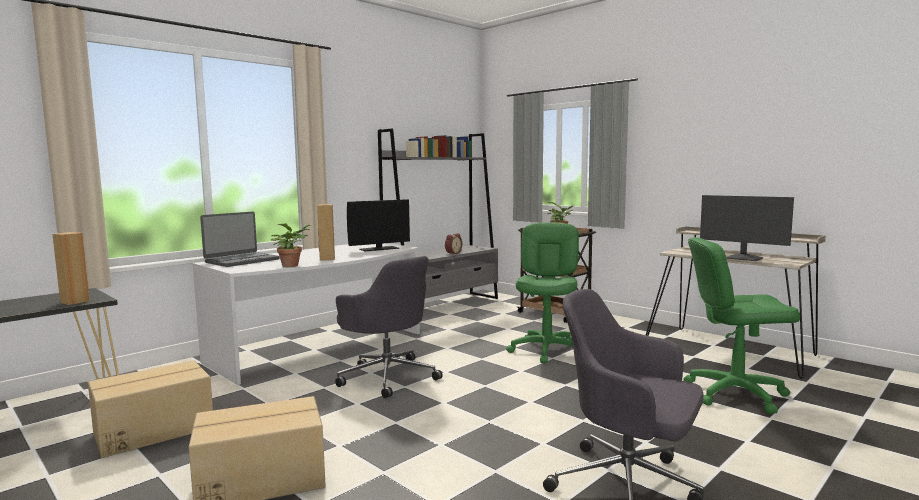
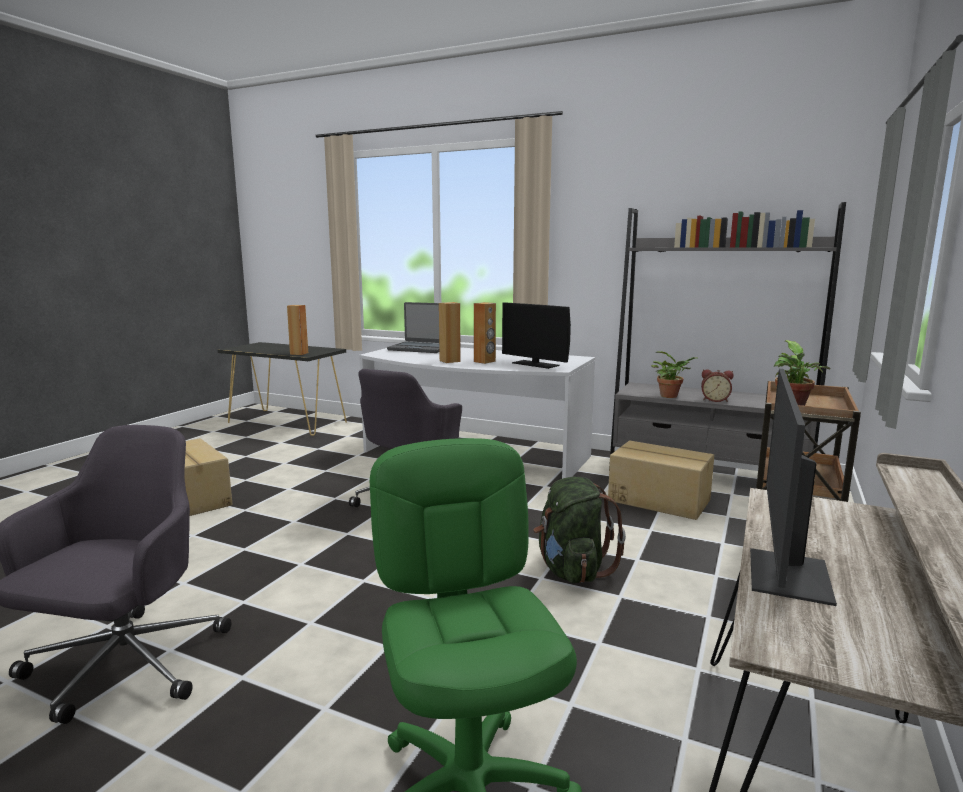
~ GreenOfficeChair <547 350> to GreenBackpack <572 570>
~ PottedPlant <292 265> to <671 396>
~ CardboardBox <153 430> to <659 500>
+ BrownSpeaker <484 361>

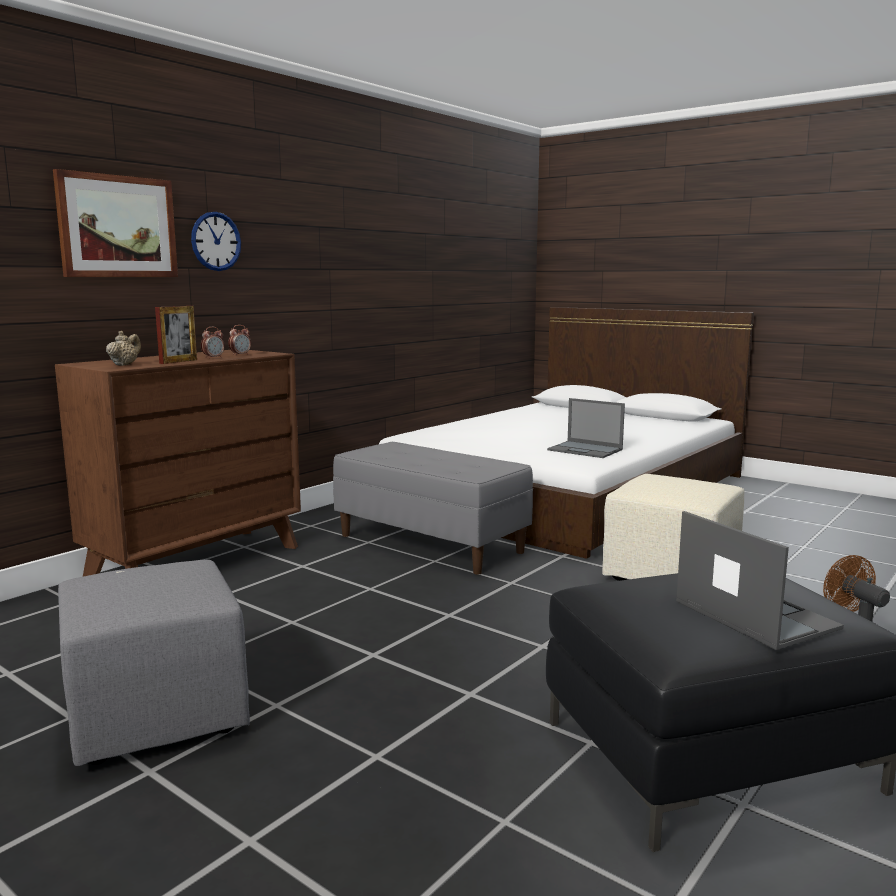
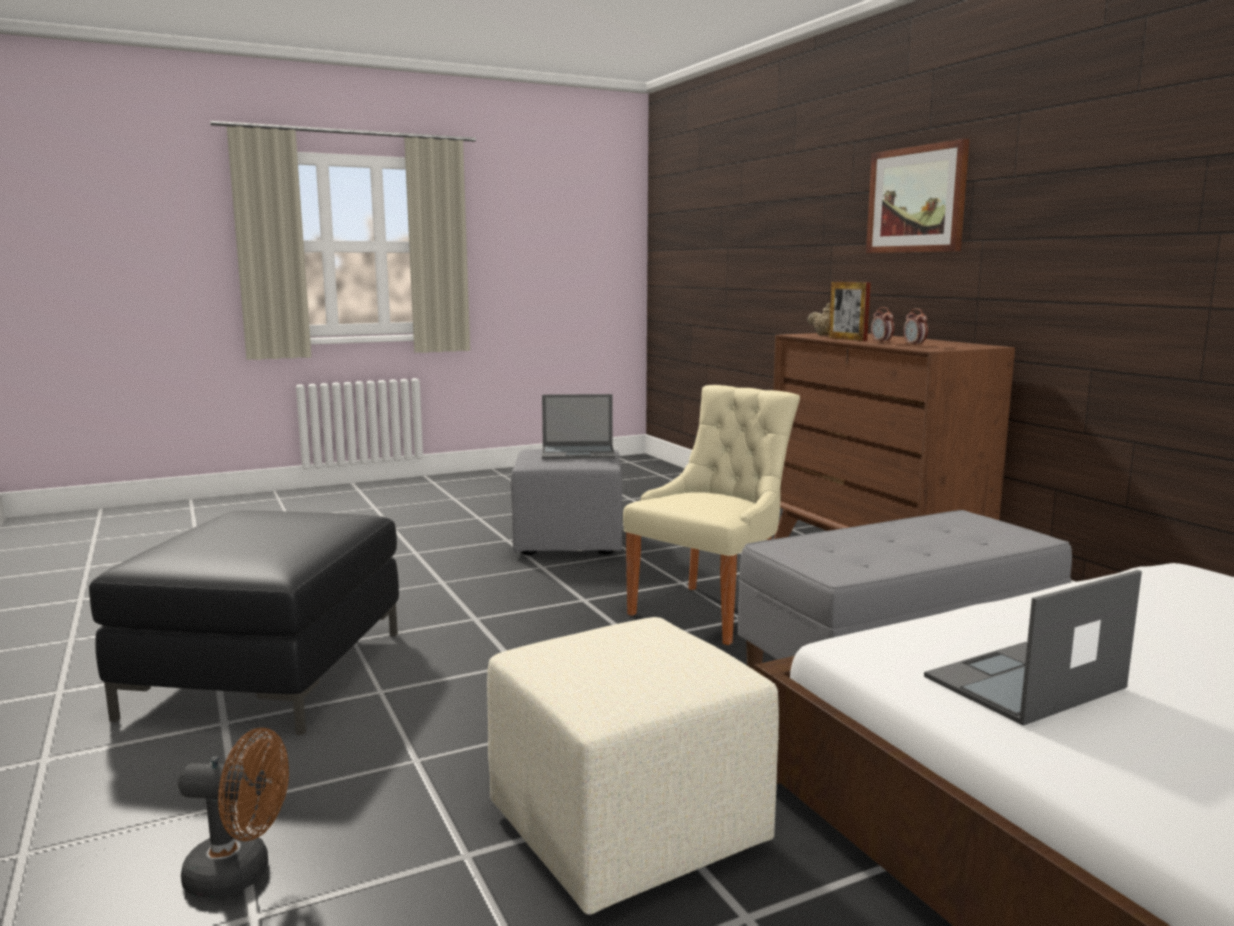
- WallClock <216 241>
~ Laptop <753 614> to <579 453>
+ BeigeChair <710 611>

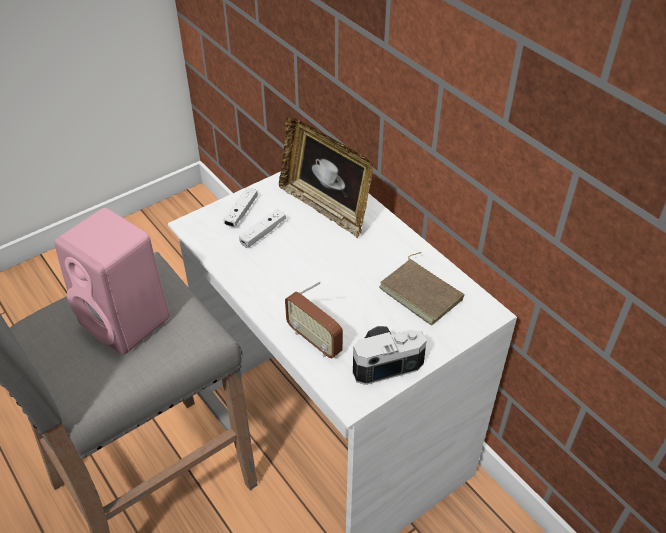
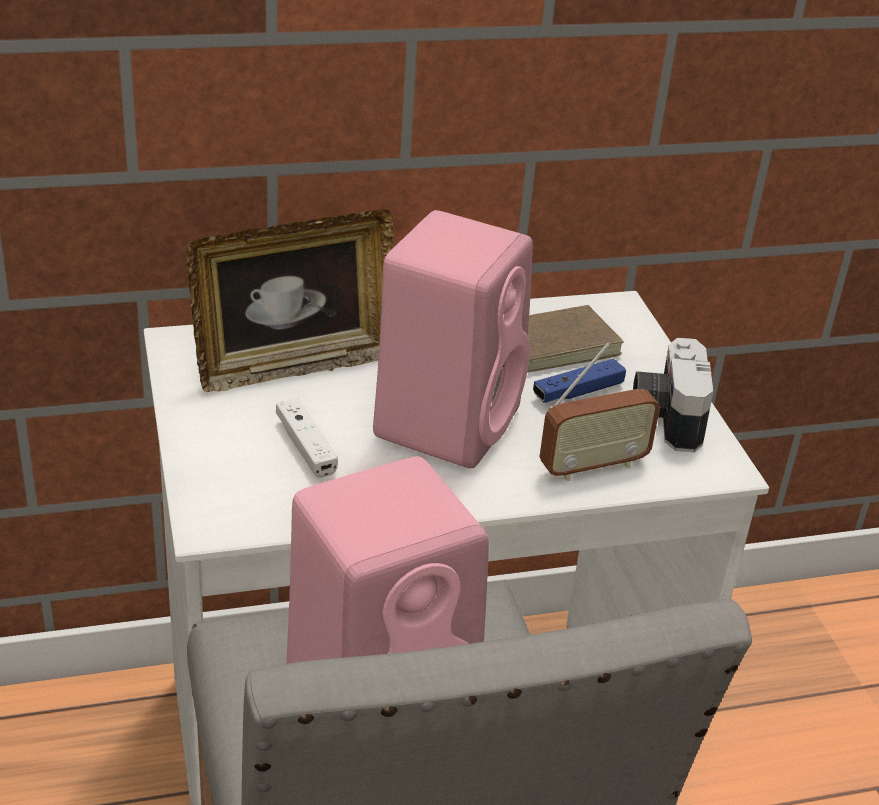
- WhiteGameController <241 212>
+ PinkSpeaker <447 420>
+ BlueGameController <578 392>

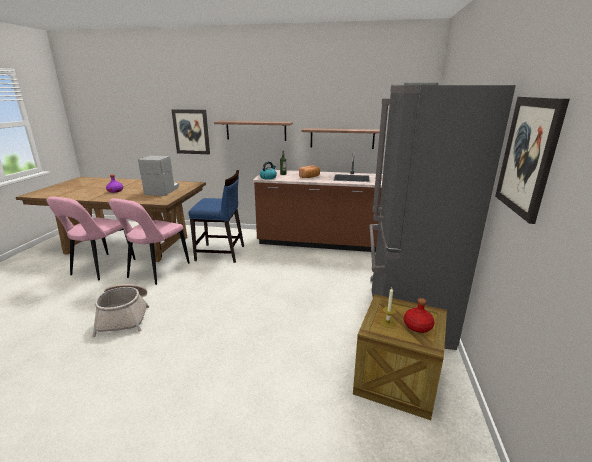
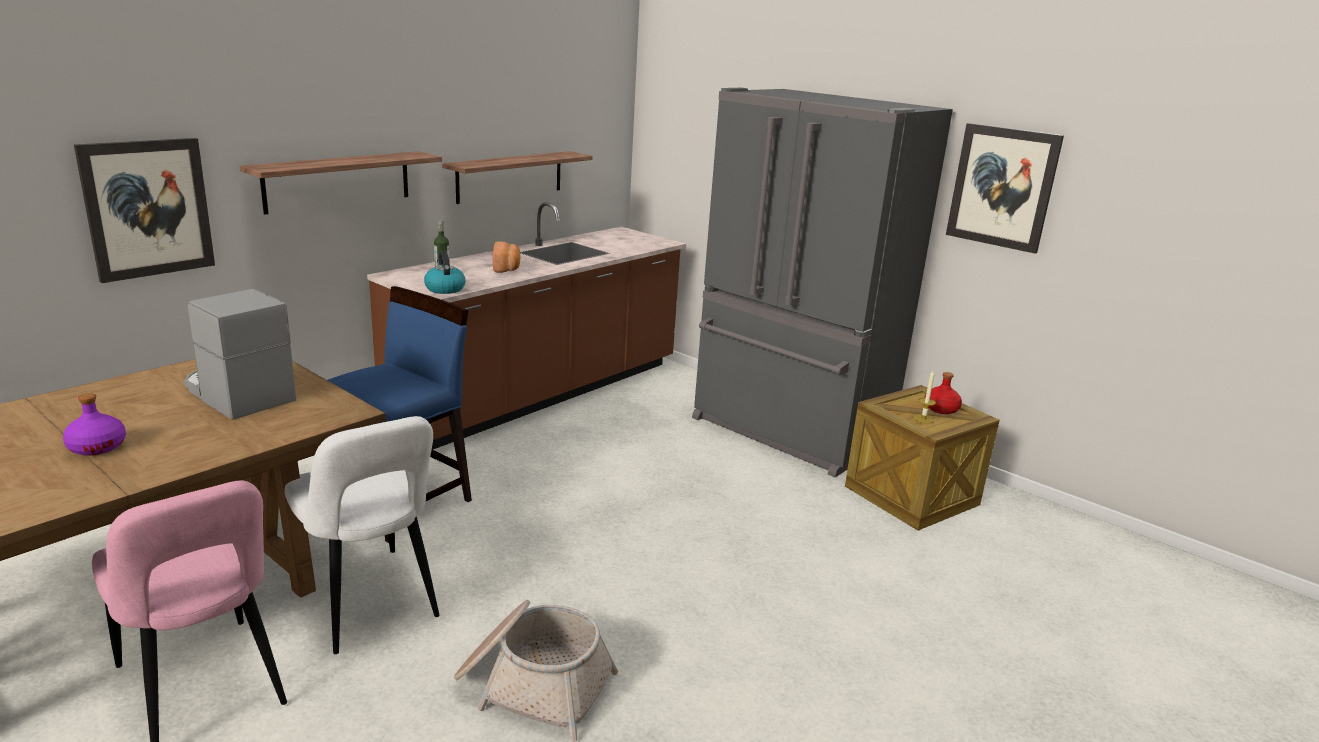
~ PinkChair <156 271> to WhiteChair <368 603>

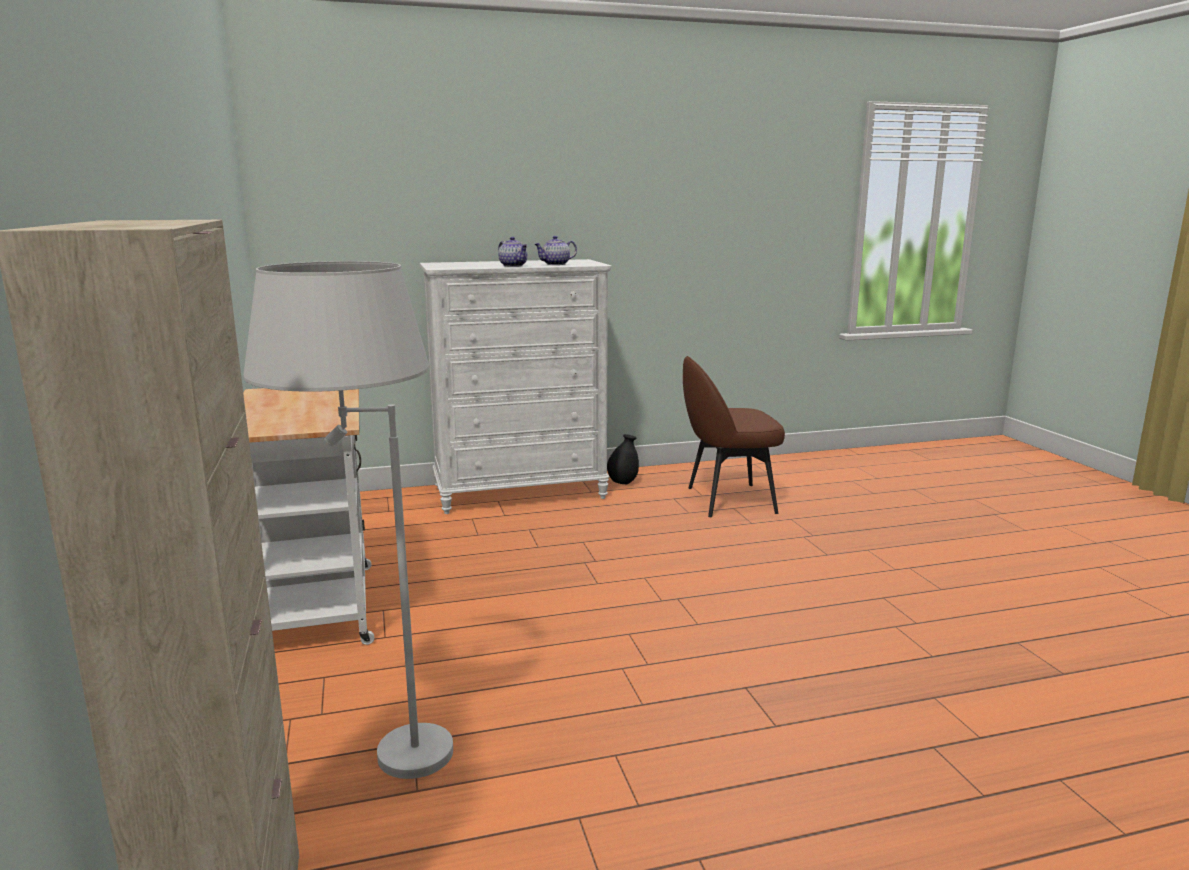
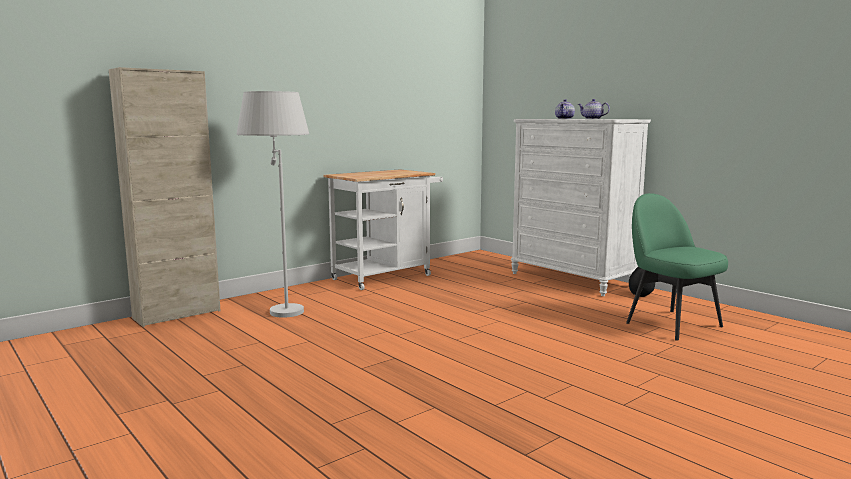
~ BrownChair <728 500> to GreenChair <671 324>

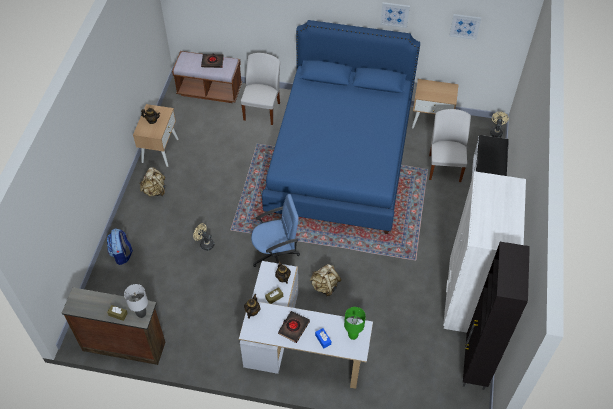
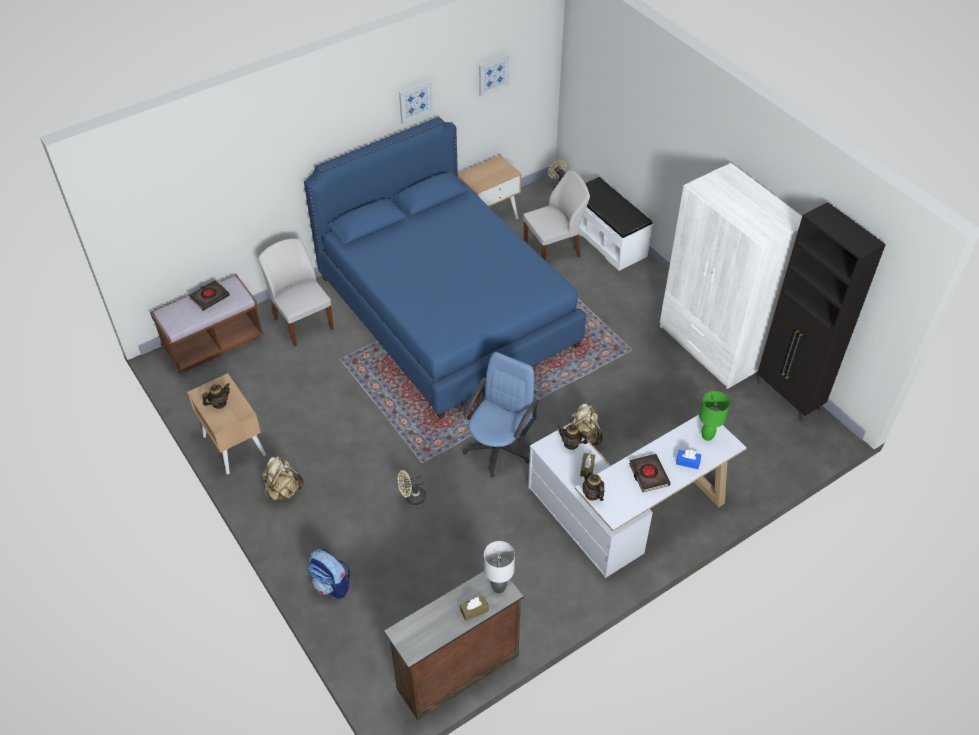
~ WhiteChair <445 167> = <553 250> 105 degrees clockwise

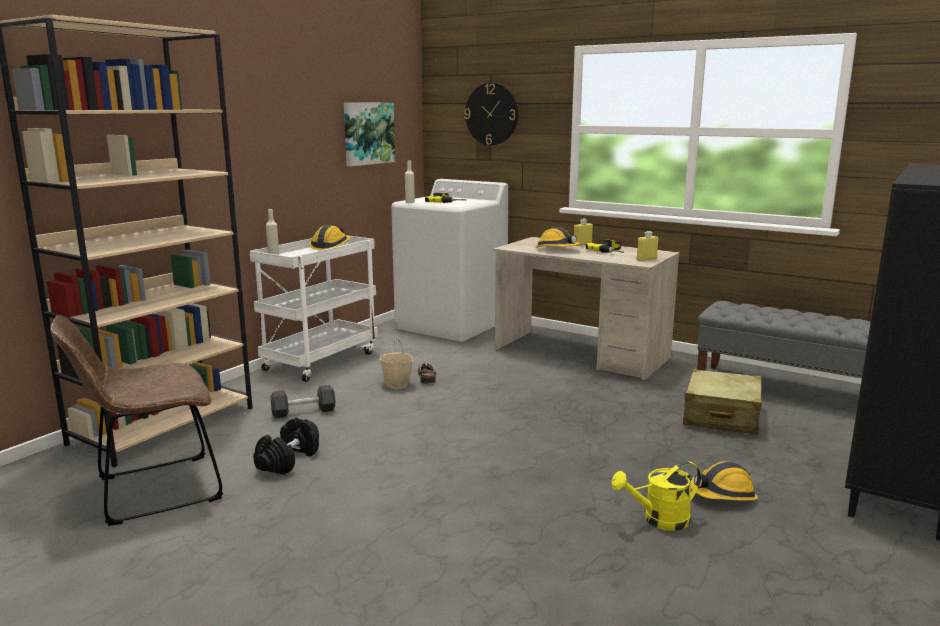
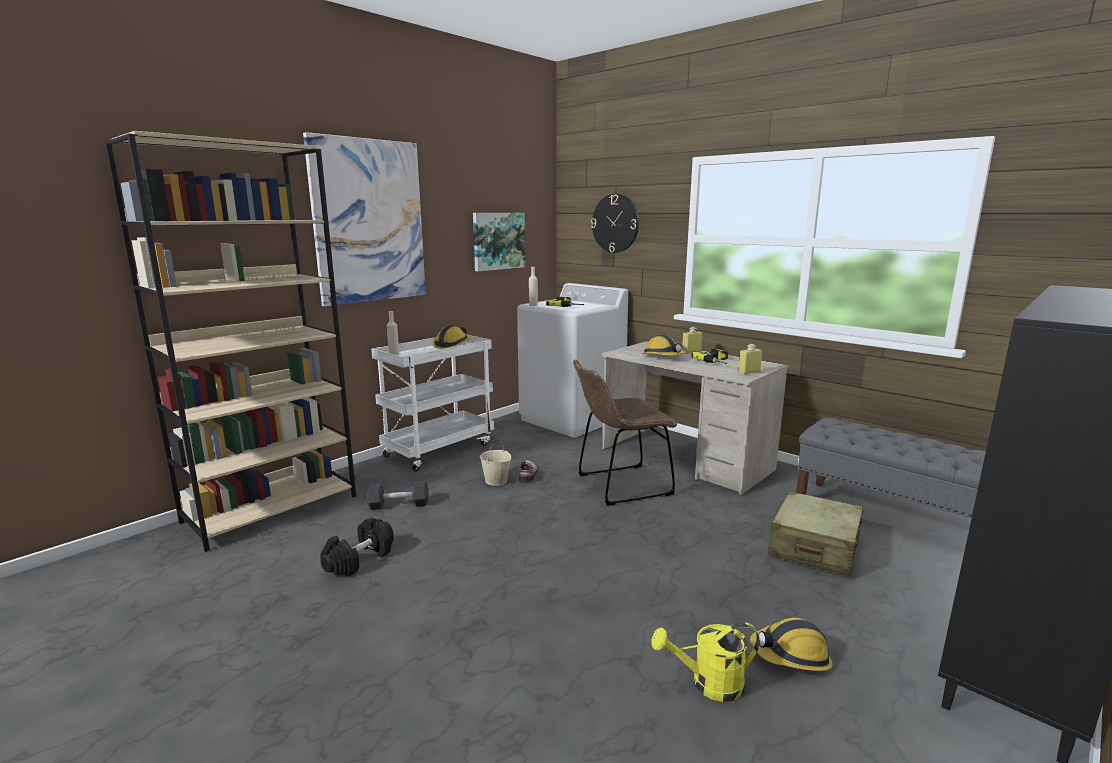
~ BrownChair <151 491> to <619 486>
+ Picture <369 222>

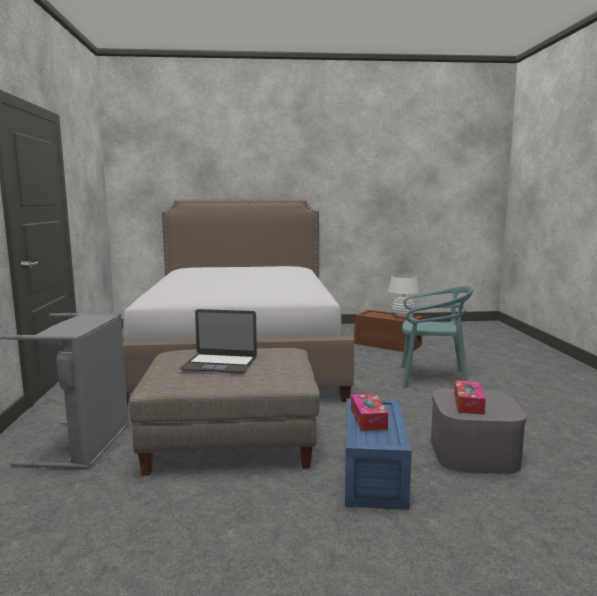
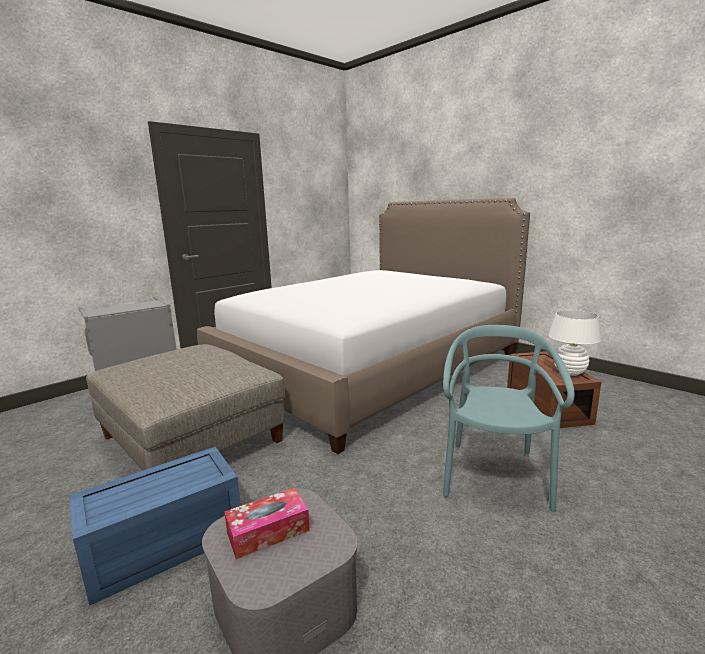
~ TurquoiseChair <432 378> = <494 475> 135 degrees counterclockwise
- Laptop <219 363>
- TissueBox <368 419>

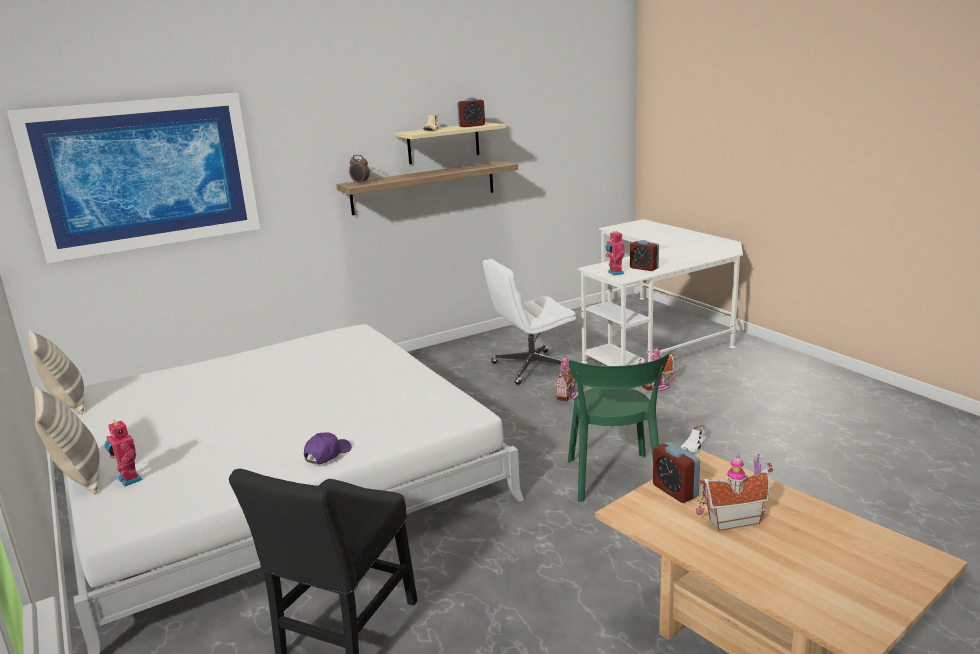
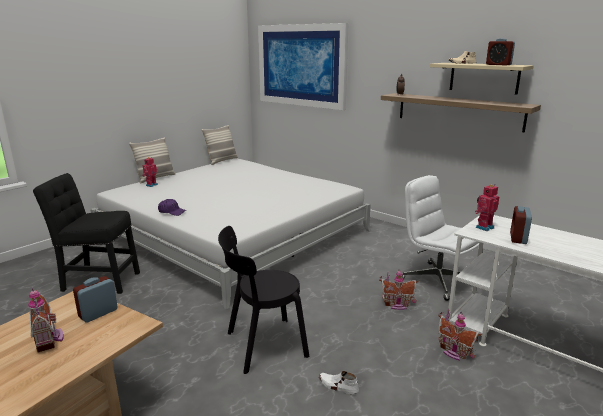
~ GreenChair <614 480> to BlackChair <262 345>

